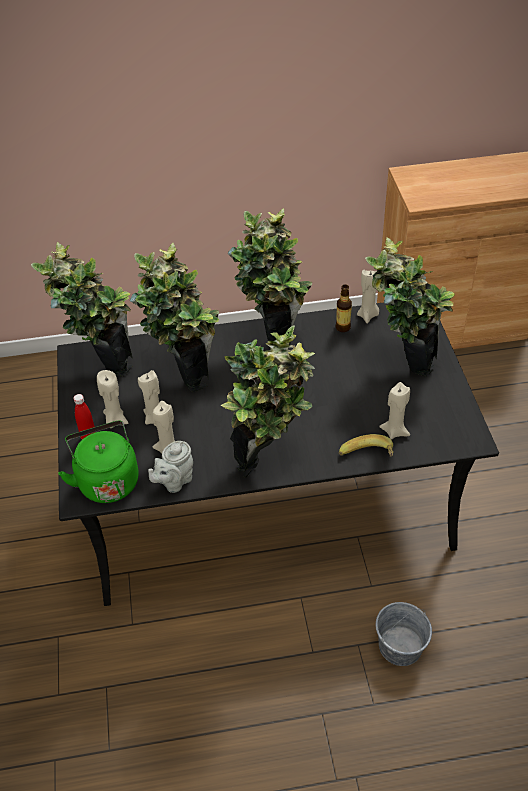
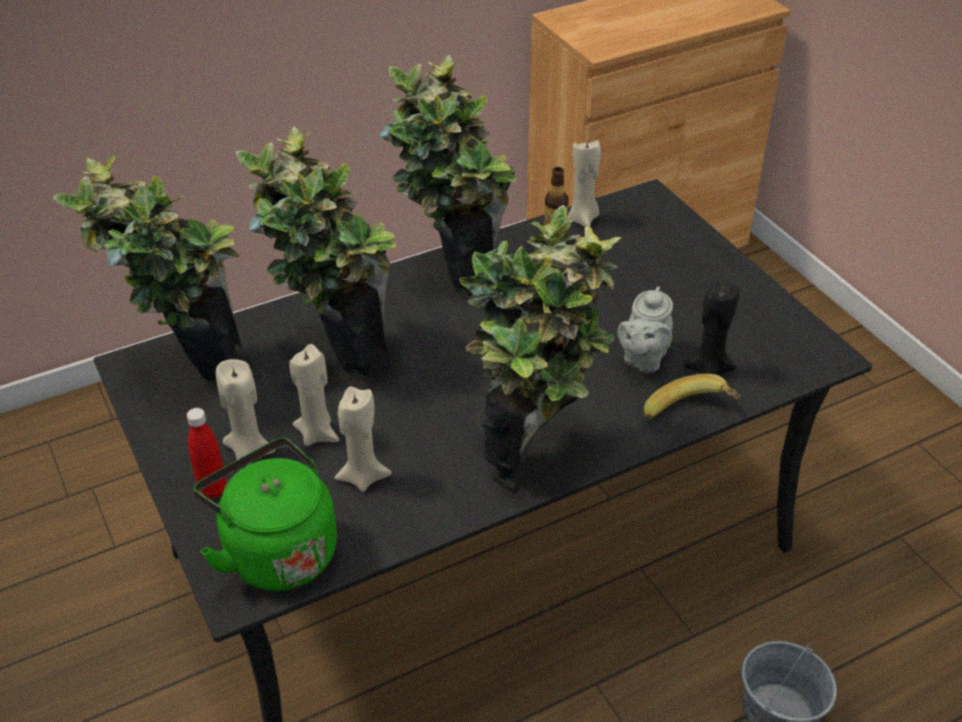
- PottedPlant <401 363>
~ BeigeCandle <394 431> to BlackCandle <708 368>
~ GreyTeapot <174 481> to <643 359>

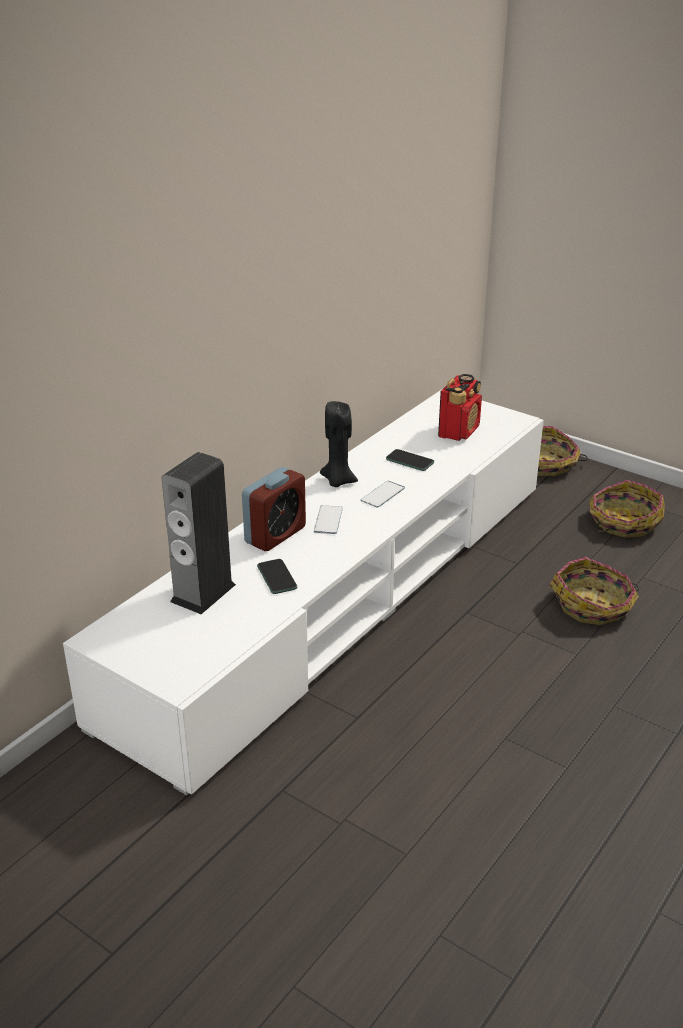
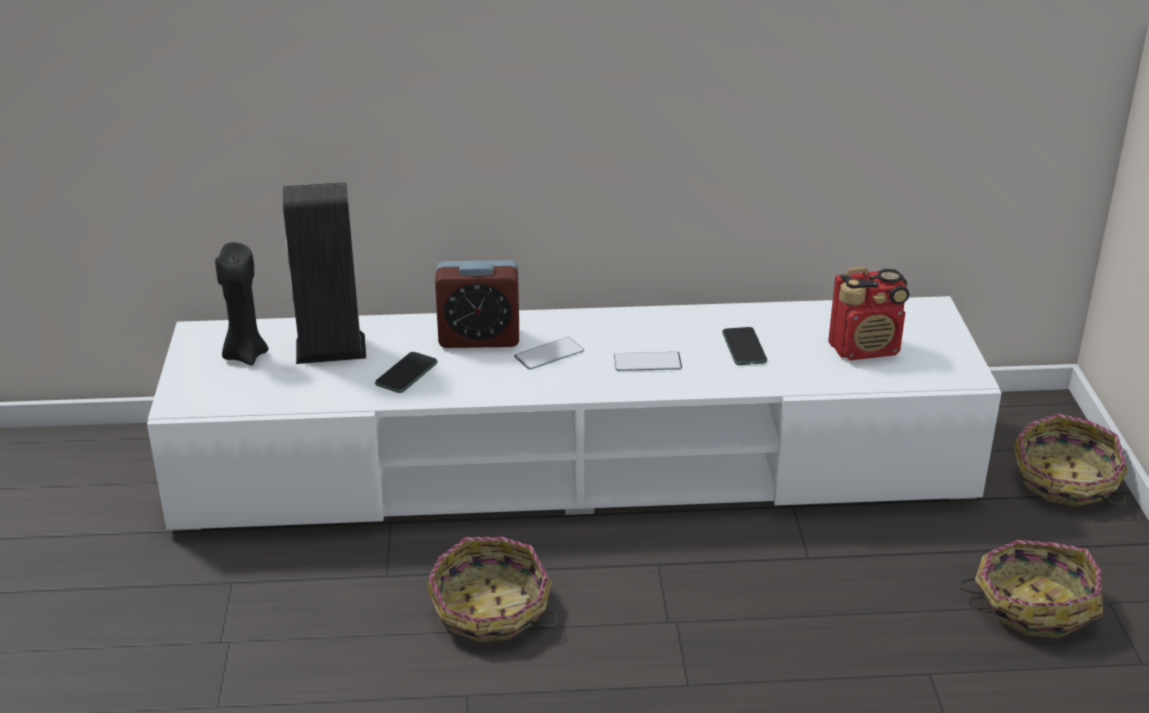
~ BlackCandle <338 481> to <245 355>
~ Basket <593 605> to <491 610>

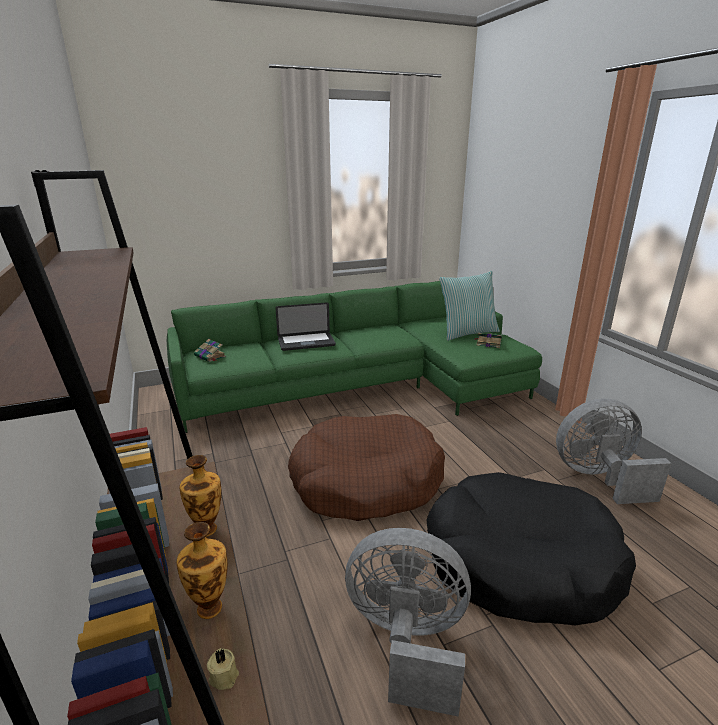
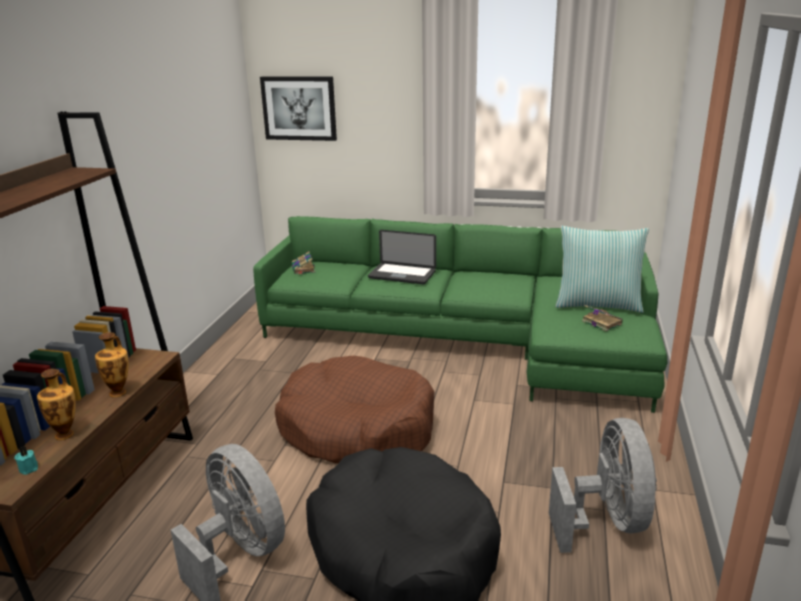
~ GreyFan <599 478> = <606 521> 60 degrees clockwise
~ BeigeCandle <224 675> to TurquoiseCandle <29 468>
+ Picture <299 108>

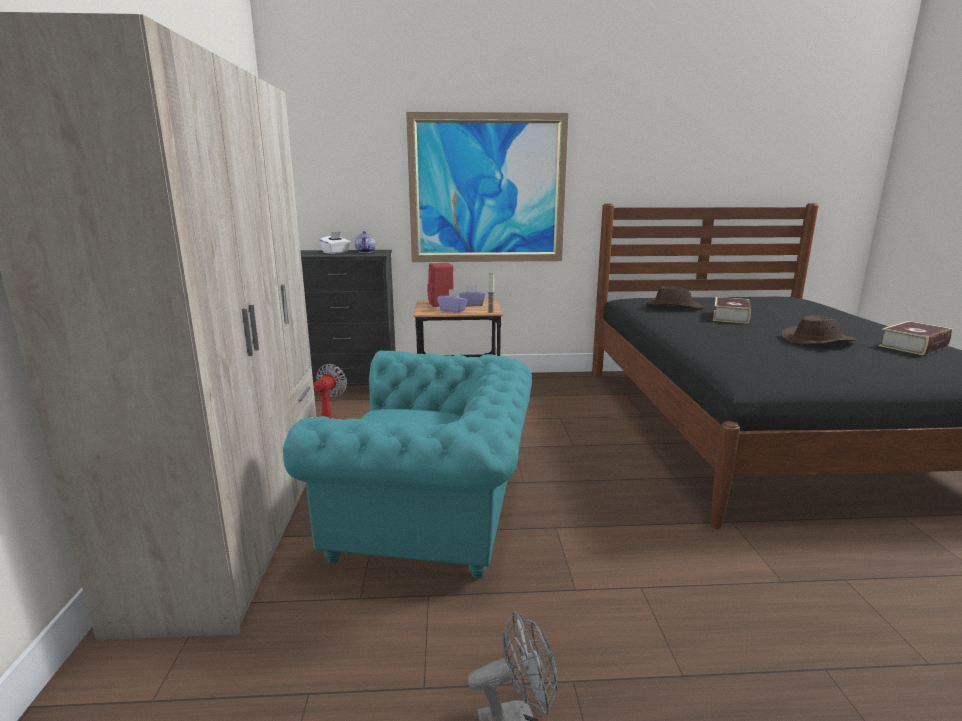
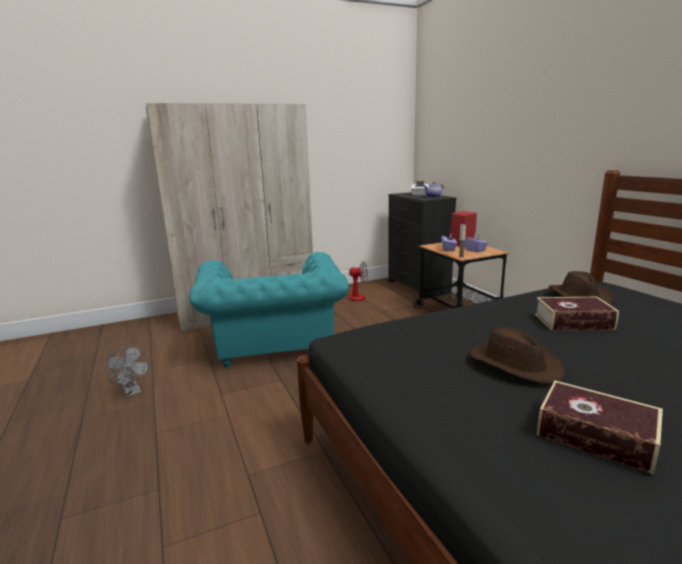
- Picture <487 189>

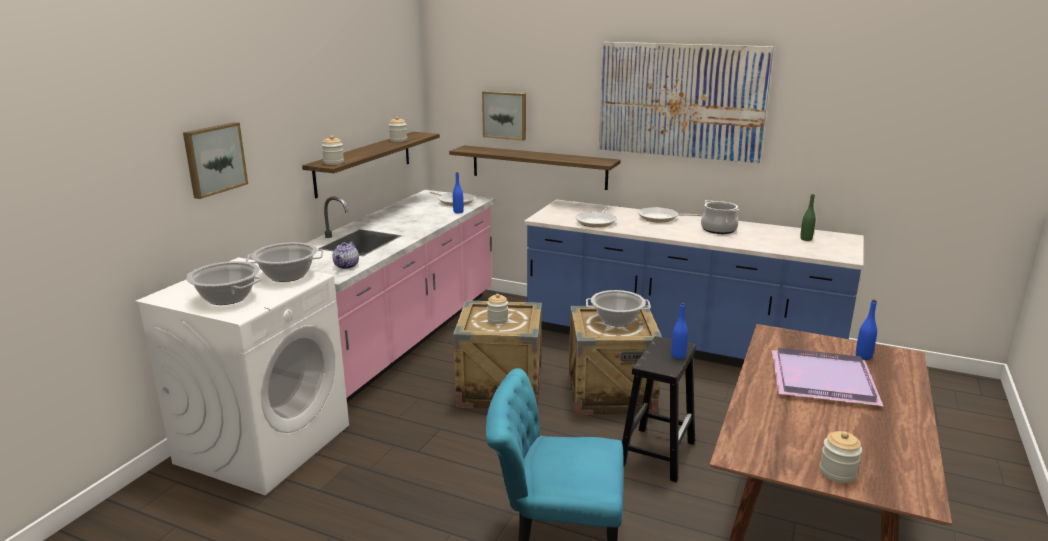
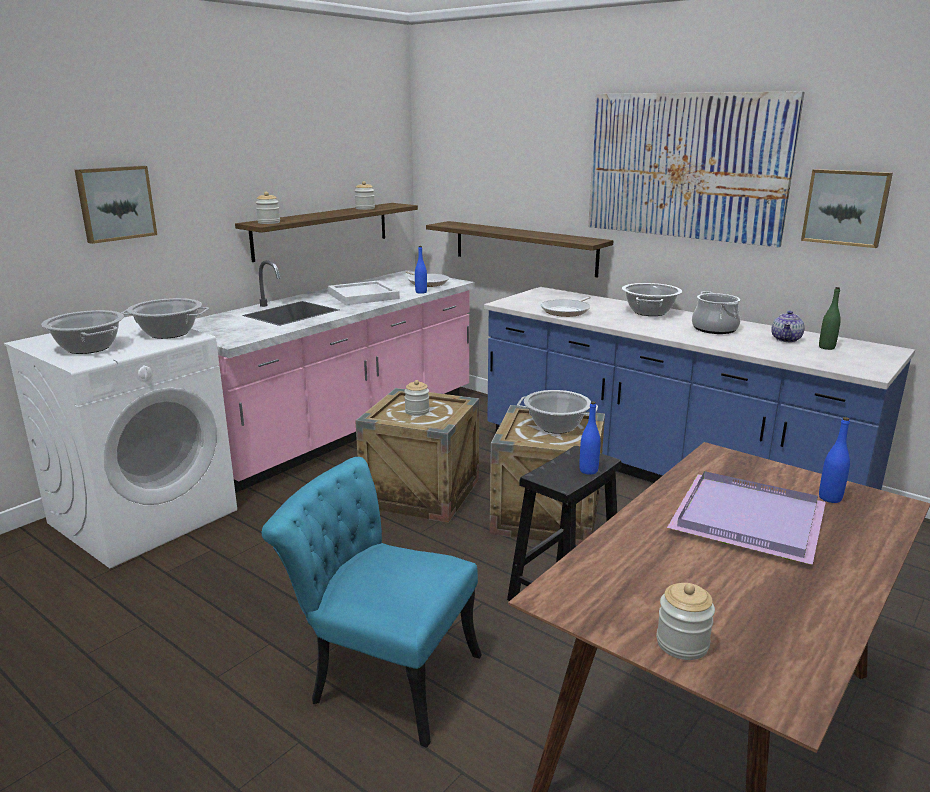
~ Picture <505 115> to <846 207>
~ FryingPan <660 218> to CookingPot <649 312>
~ Teapot <346 266> to <786 339>
+ WhiteTray <364 296>

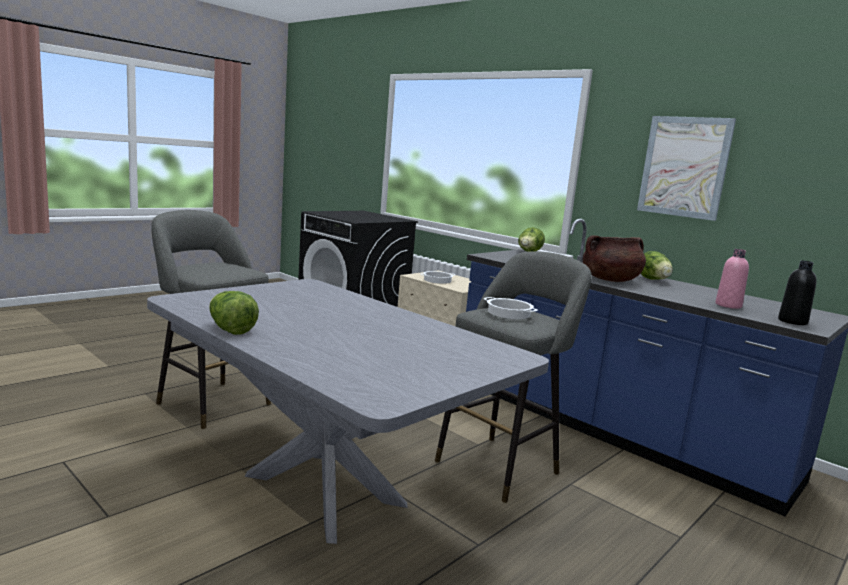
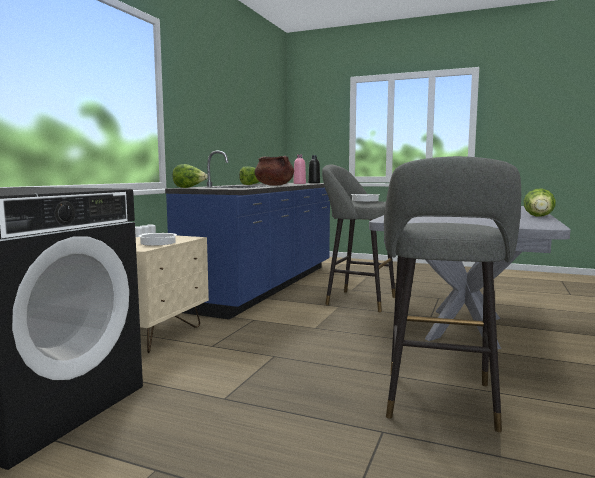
- Picture <684 167>

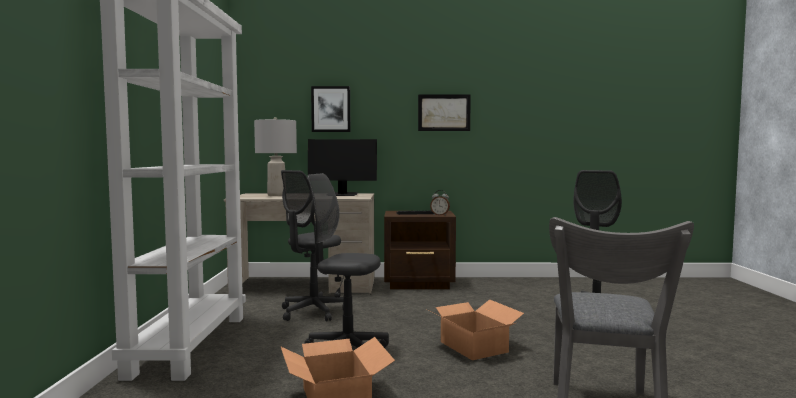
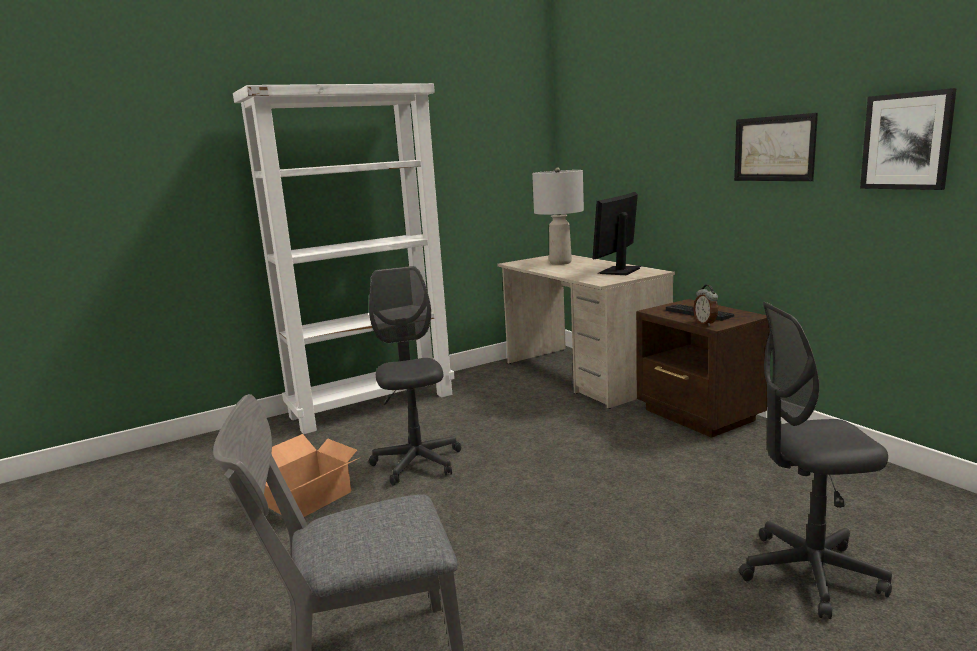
~ Picture <331 109> to <907 141>
~ Monitor <342 195> = <619 271> 60 degrees clockwise
- GreyOfficeChair <313 312>
- CardboardBox <473 347>

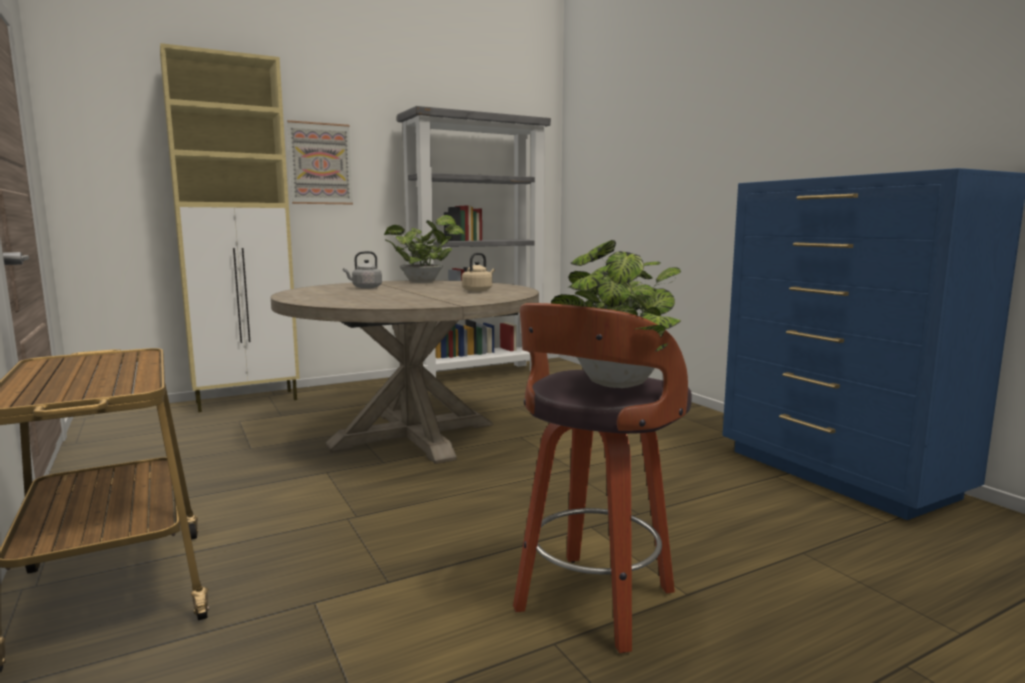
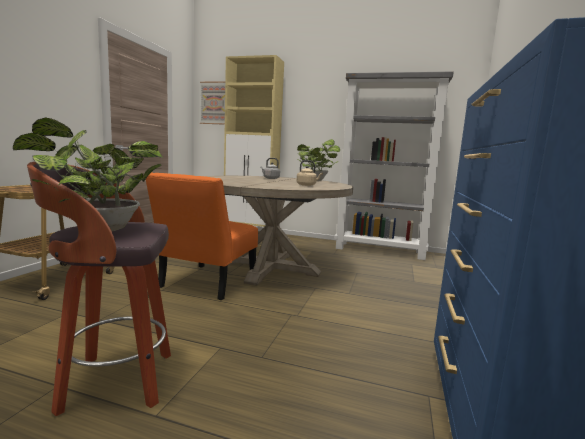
~ Picture <320 164> to <214 103>
+ OrangeChair <206 283>

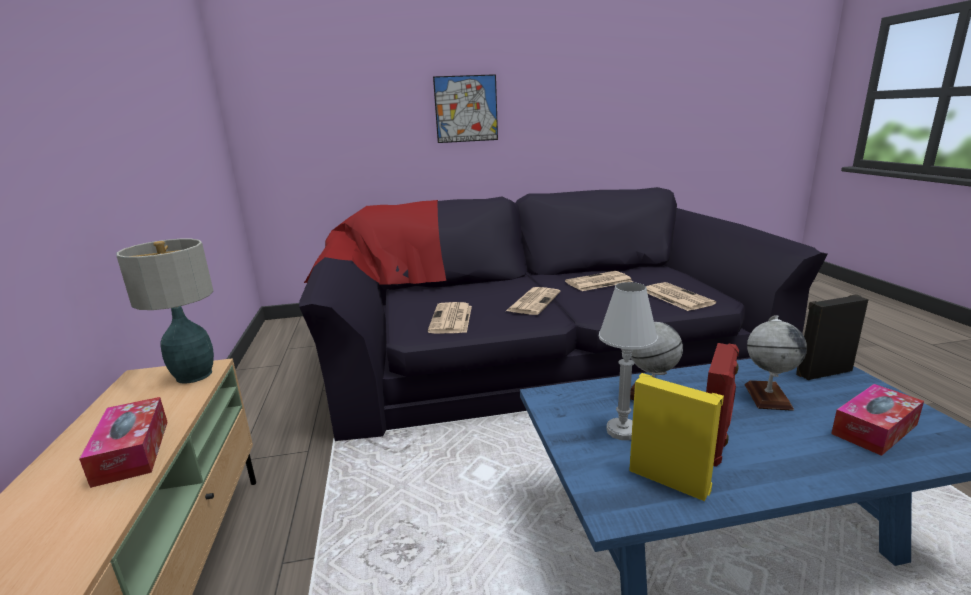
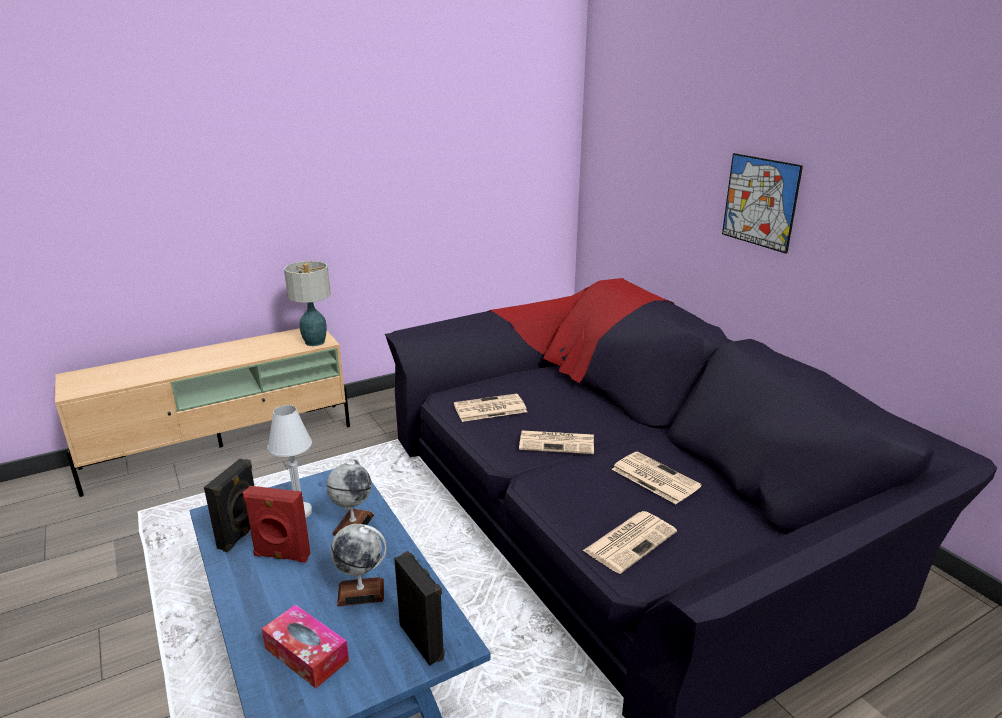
~ YellowSpeaker <669 479> to BlackSpeaker <241 534>
- TissueBox <132 451>

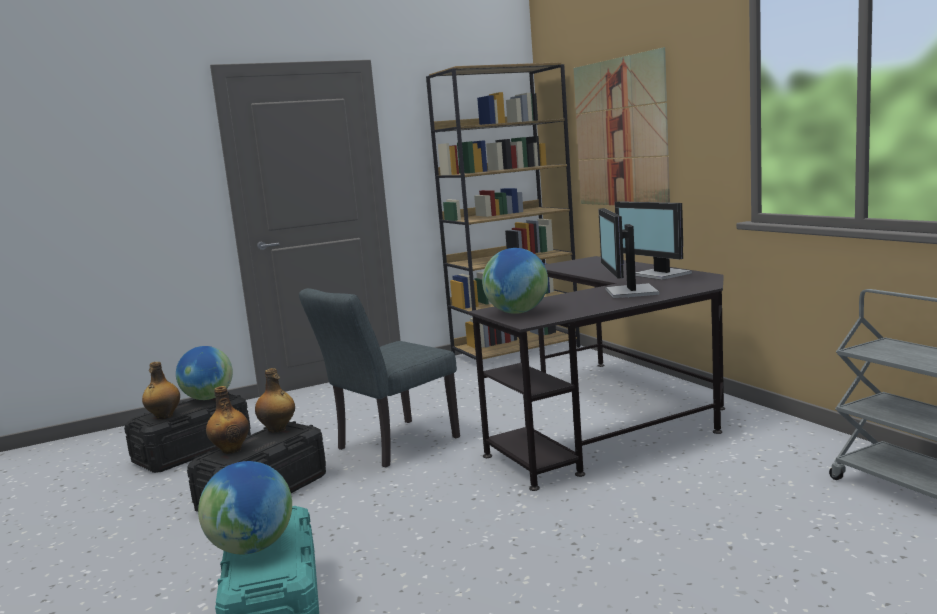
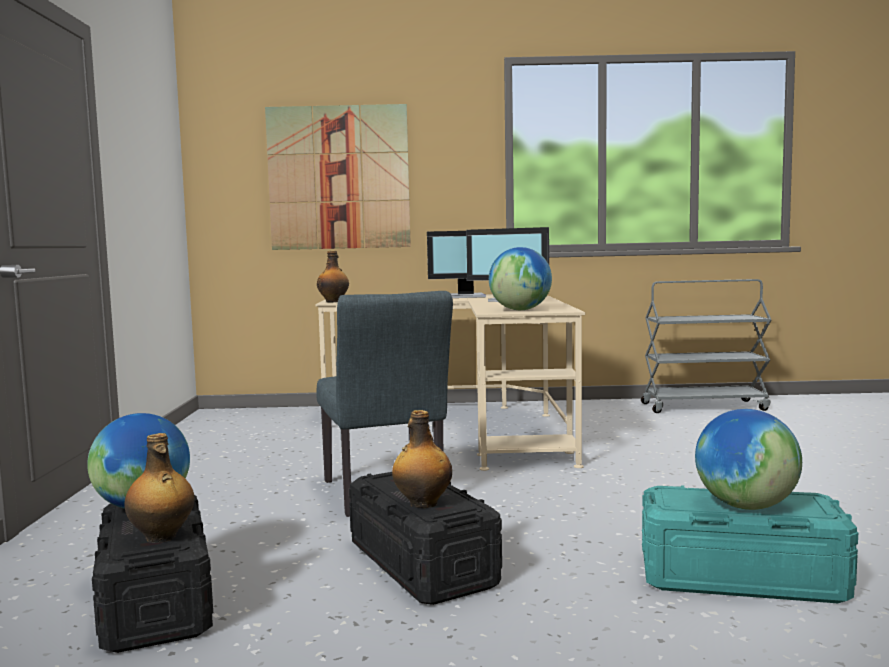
- BrownBookcase <516 352>
~ BlackDesk <613 416> to BeigeDesk <465 427>
~ Bottle <278 429> to <334 301>

